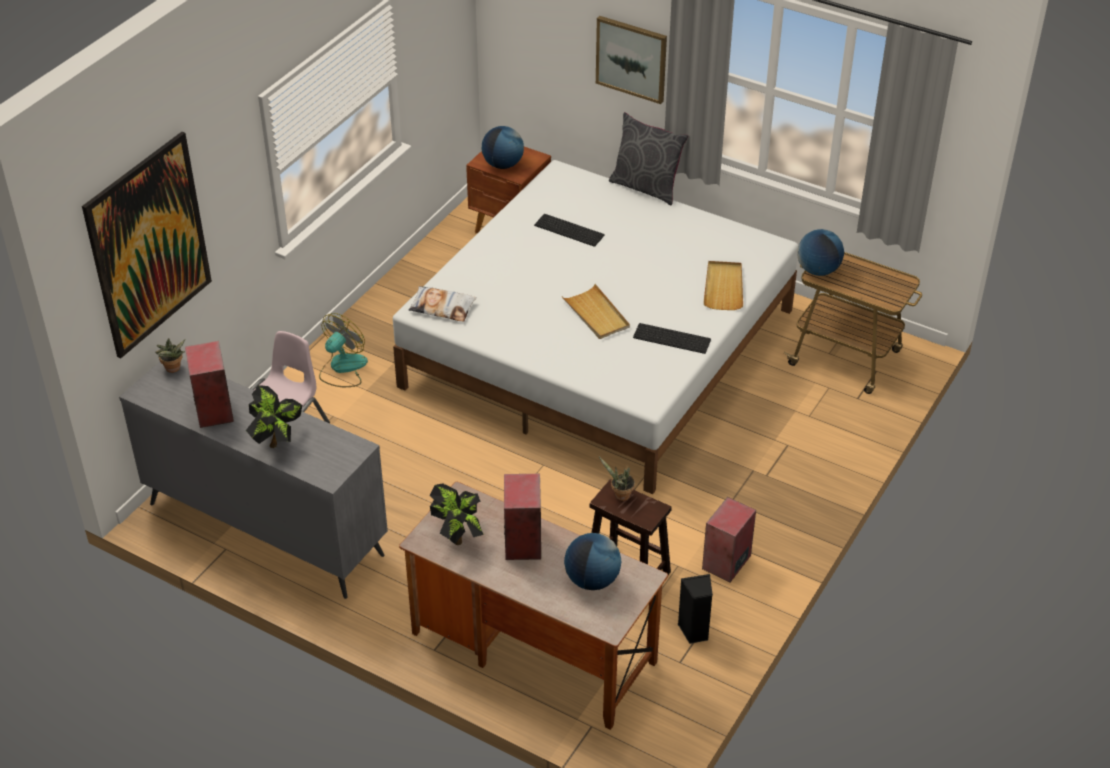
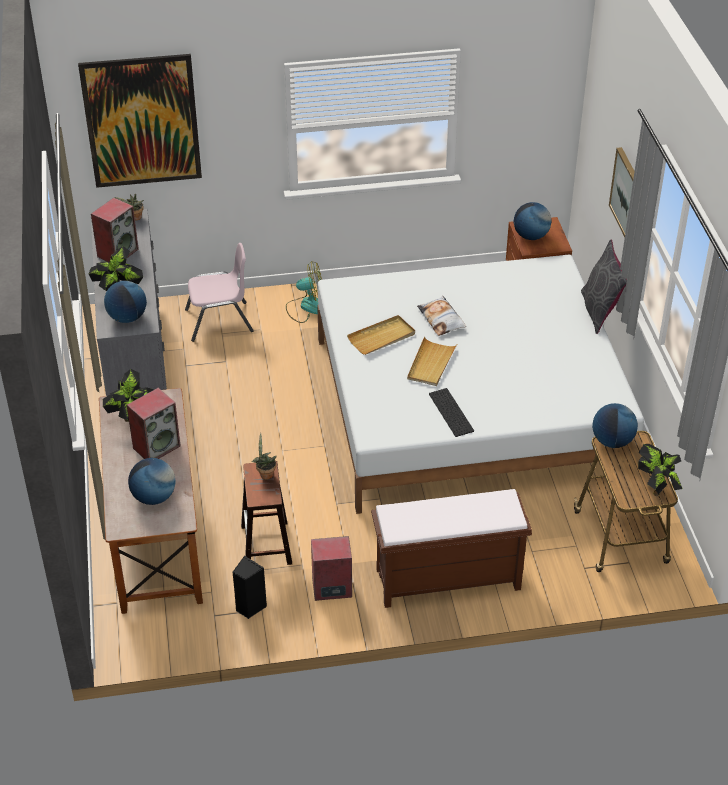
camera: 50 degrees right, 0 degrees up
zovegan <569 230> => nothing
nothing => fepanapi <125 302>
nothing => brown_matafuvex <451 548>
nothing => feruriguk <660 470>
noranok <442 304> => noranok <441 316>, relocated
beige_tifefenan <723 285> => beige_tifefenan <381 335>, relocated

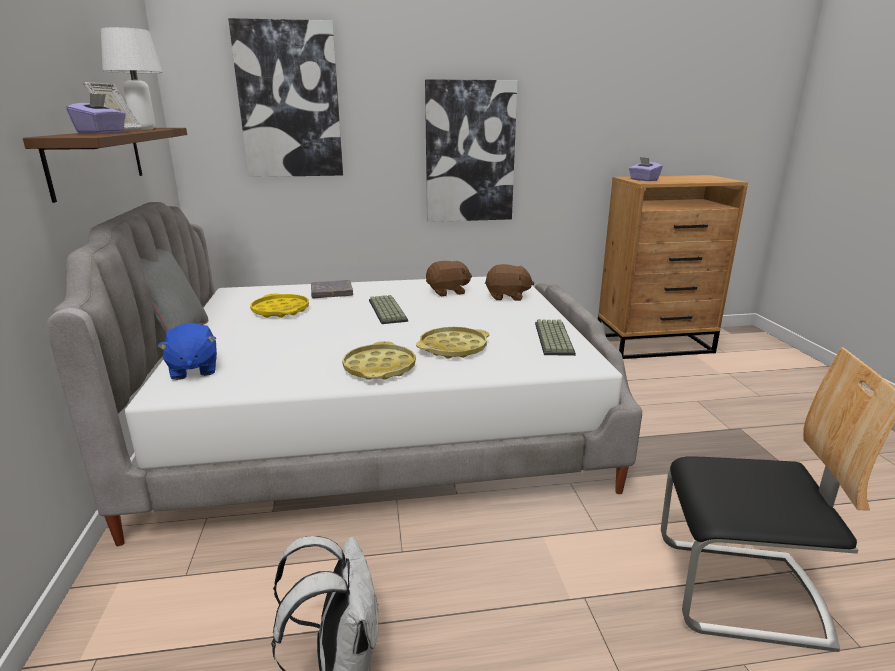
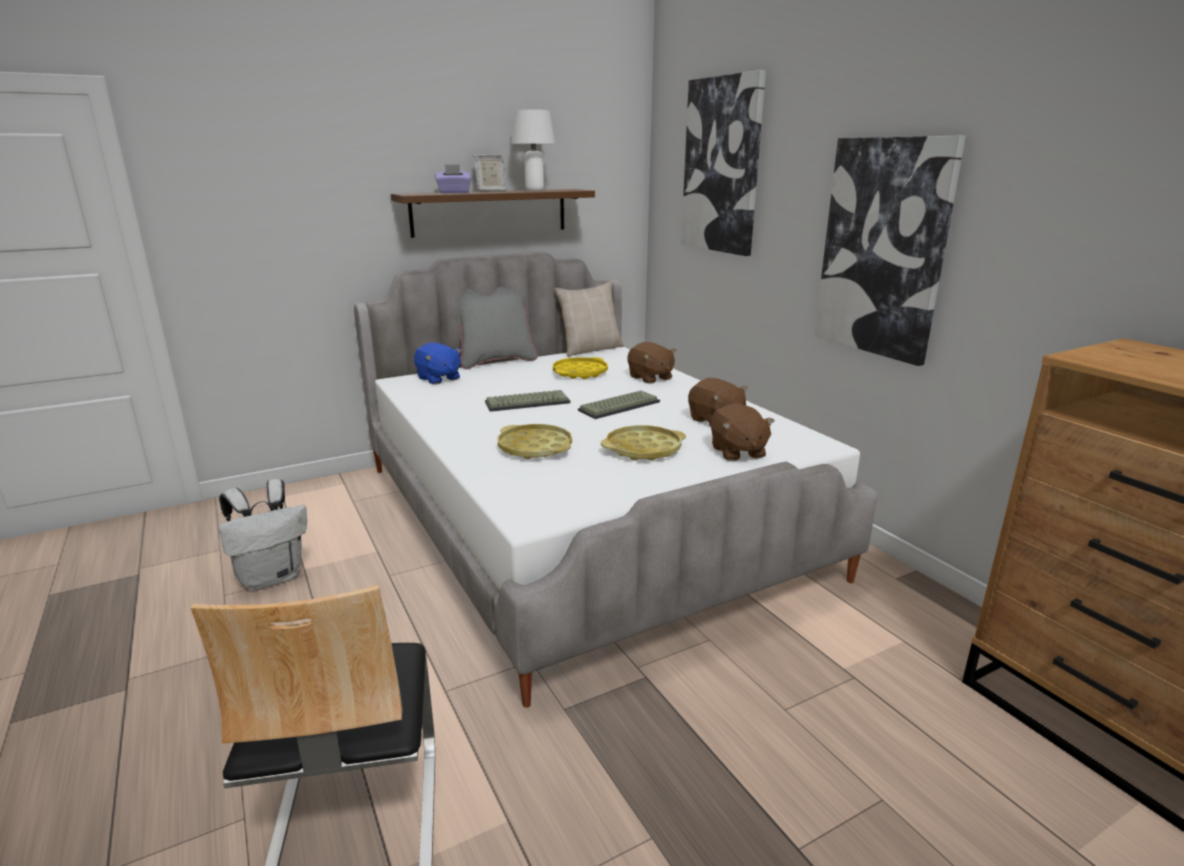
camera: 70 degrees right, 0 degrees up
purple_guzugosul <646 169> => nothing
nothing => beige_noranok <589 319>
yellow_tifefenan <379 360> => yellow_tifefenan <643 443>, relocated
zovegan <555 338> => zovegan <528 401>, relocated
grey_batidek <332 289> => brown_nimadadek <651 363>
blue_nimadadek <187 351> => blue_nimadadek <438 363>, 90 degrees counterclockwise

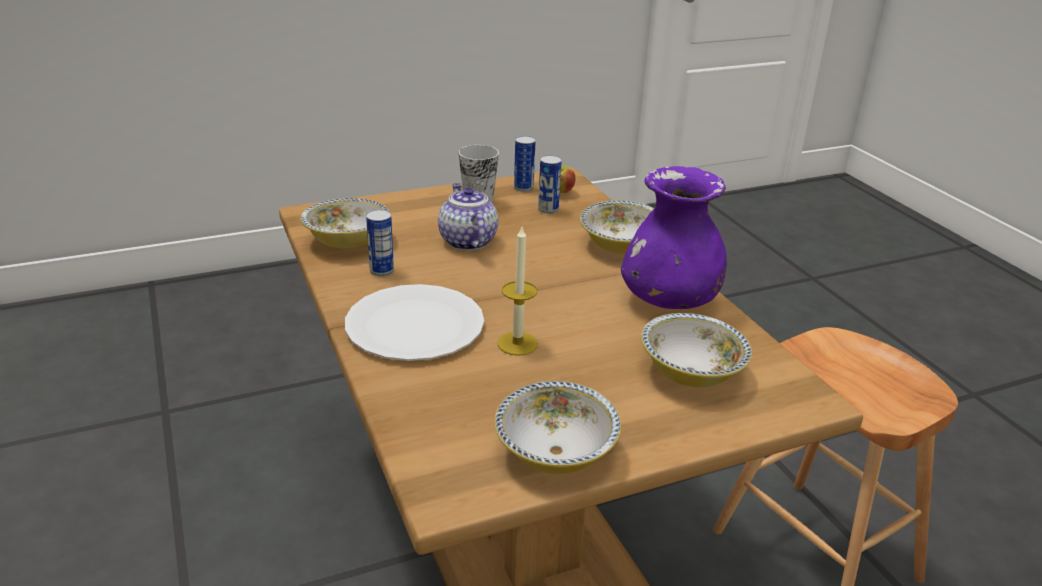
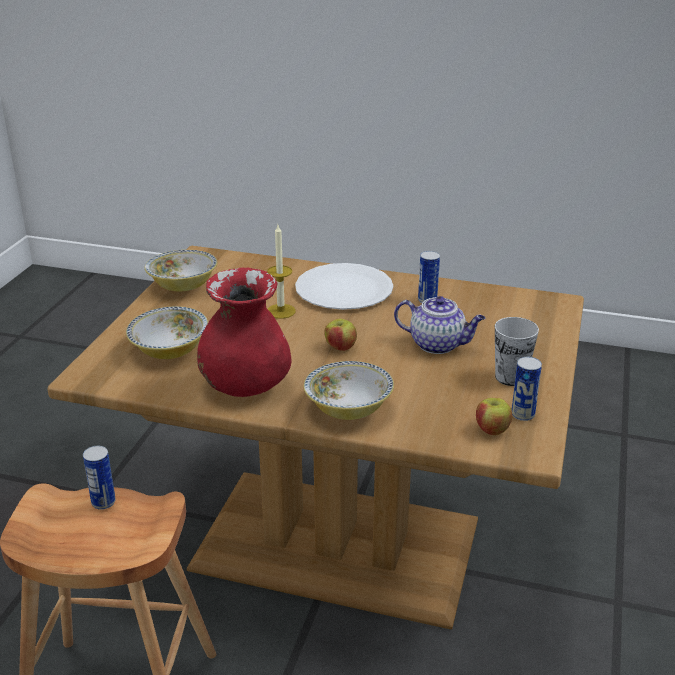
camera: 130 degrees right, 0 degrees up
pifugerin <345 223> => nothing
nothing => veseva <340 335>
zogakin <550 184> => zogakin <99 478>, relocated
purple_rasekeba <674 237> => red_rasekeba <244 332>

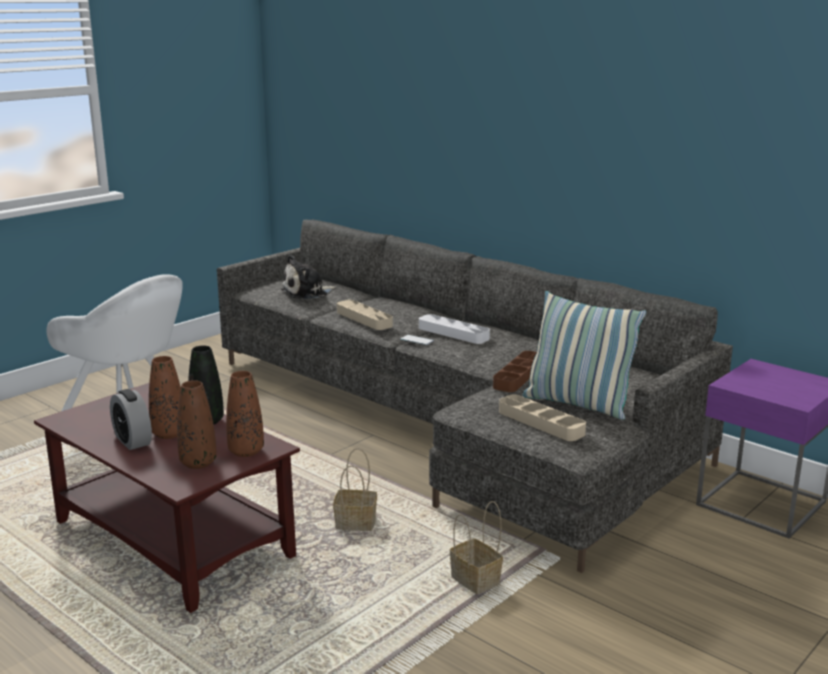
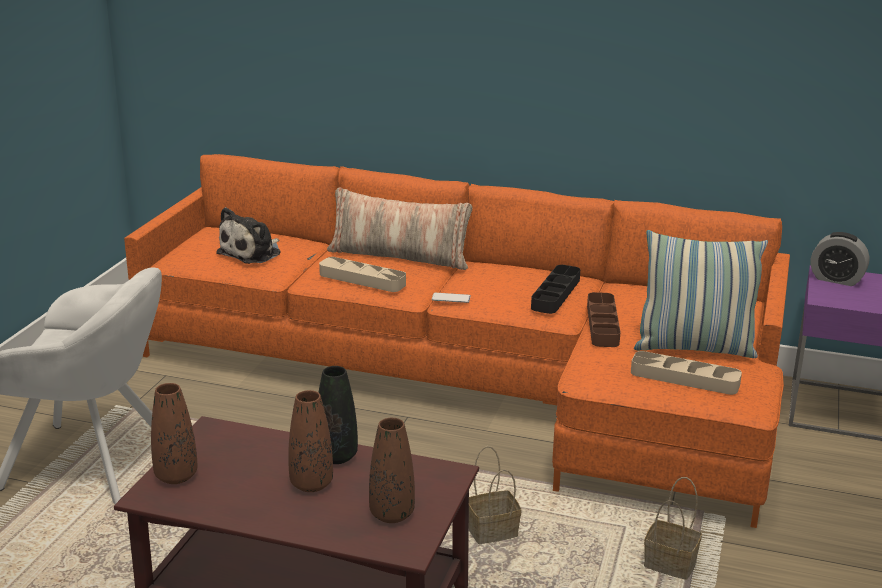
camera: 25 degrees left, 5 degrees up
white_tifefenan <454 329> => nothing
nothing => noranok <399 228>
nothing => black_tifefenan <555 289>
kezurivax <131 419> => kezurivax <840 259>, relocated
brown_rasekeba <245 414> => brown_rasekeba <174 433>, relocated
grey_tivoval <475 396> => orange_tivoval <457 341>

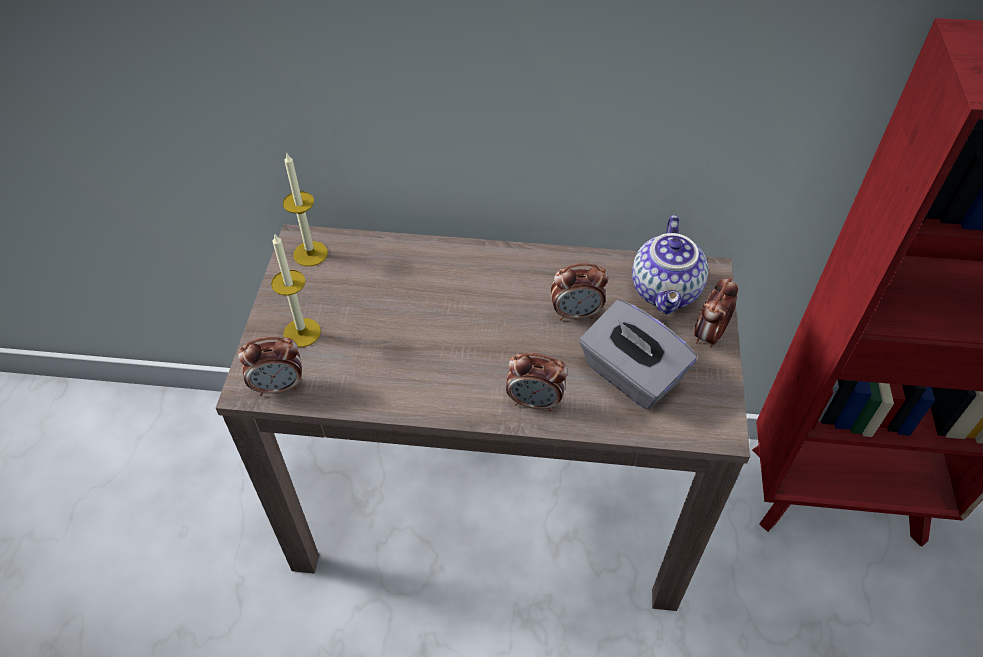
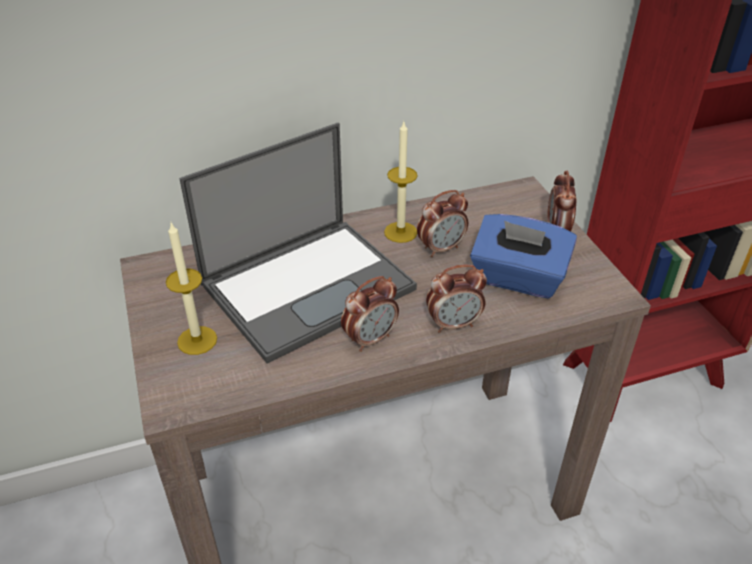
camera: 25 degrees left, 10 degrees down
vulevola <670 264> => nothing
nothing => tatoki <298 243>
kezurivax <270 366> => kezurivax <370 314>, relocated
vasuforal <305 209> => vasuforal <400 182>, relocated
grey_guzugosul <638 354> => blue_guzugosul <523 256>

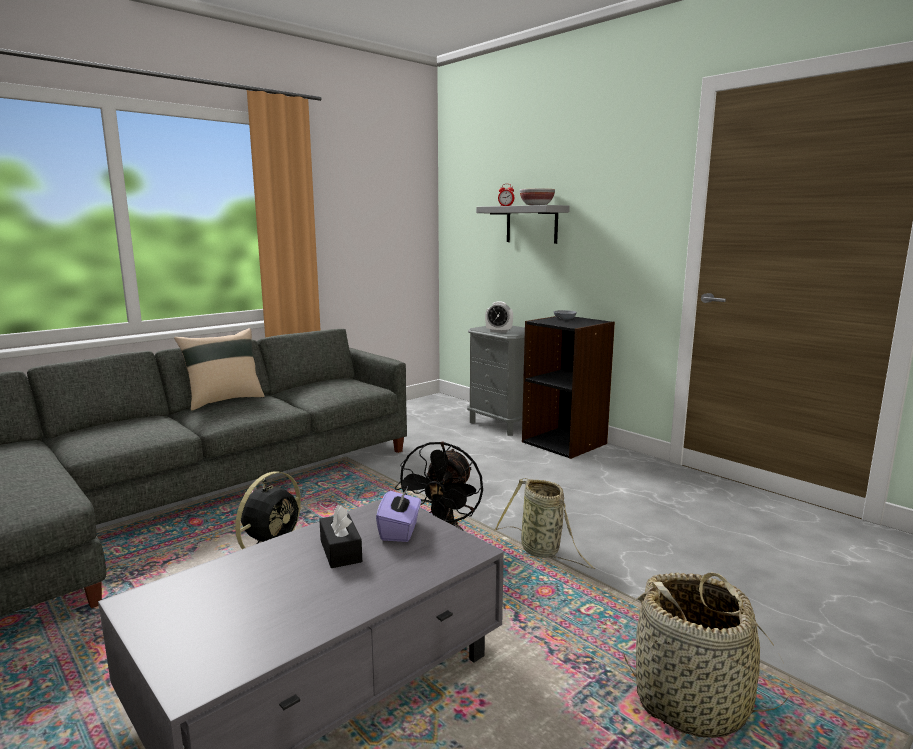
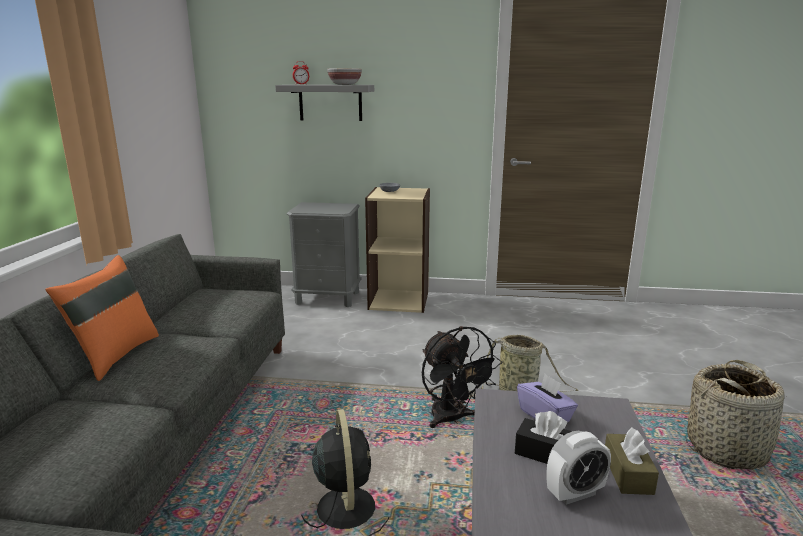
camera: 40 degrees left, 5 degrees up
nothing => brown_guzugosul <632 461>
kezurivax <499 317> => kezurivax <579 468>, relocated
beige_noranok <219 369> => orange_noranok <102 318>
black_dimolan <568 387> => beige_dimolan <397 250>

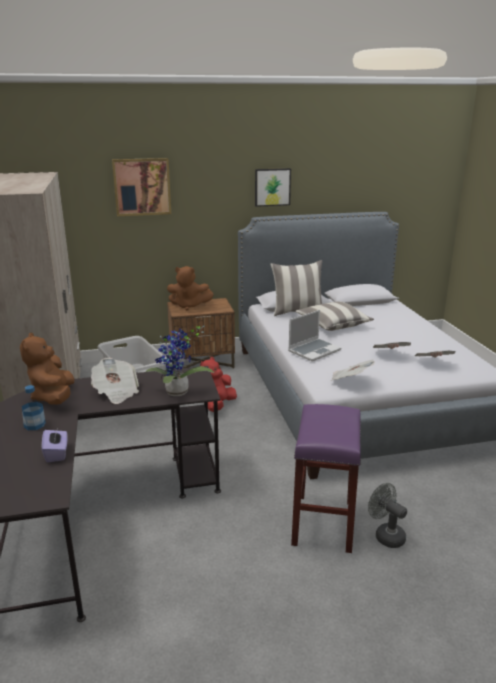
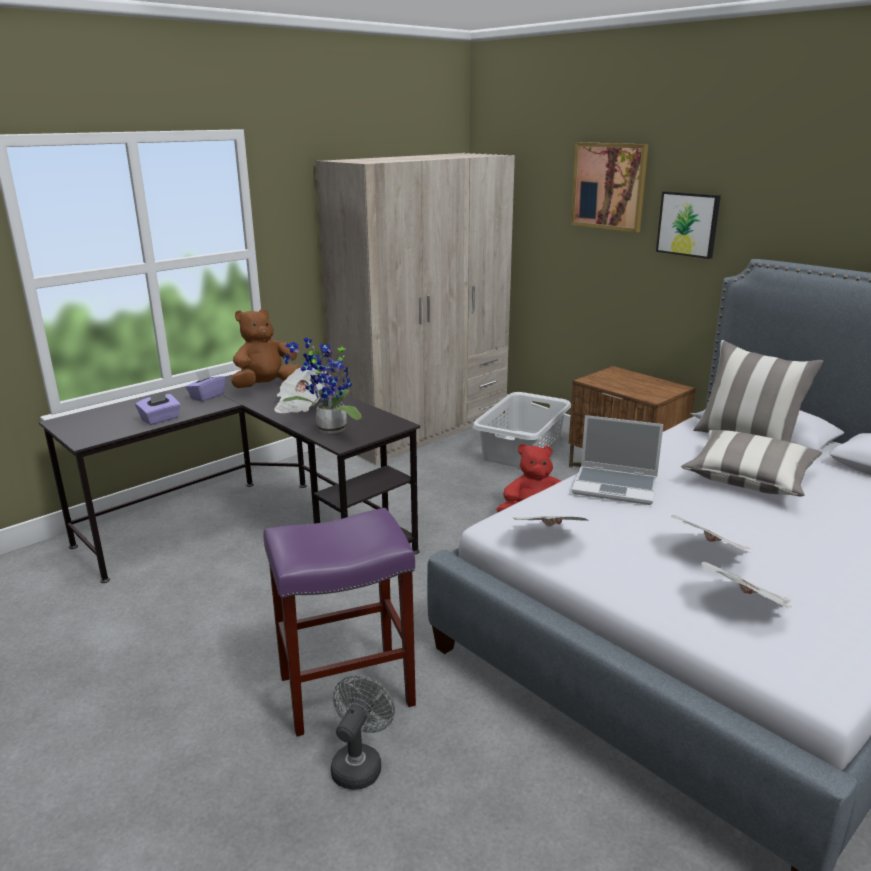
camera: 60 degrees right, 0 degrees up
brown_nimadadek <190 288> => nothing
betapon <273 187> => betapon <688 225>, relocated
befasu <34 407> => purple_guzugosul <206 385>

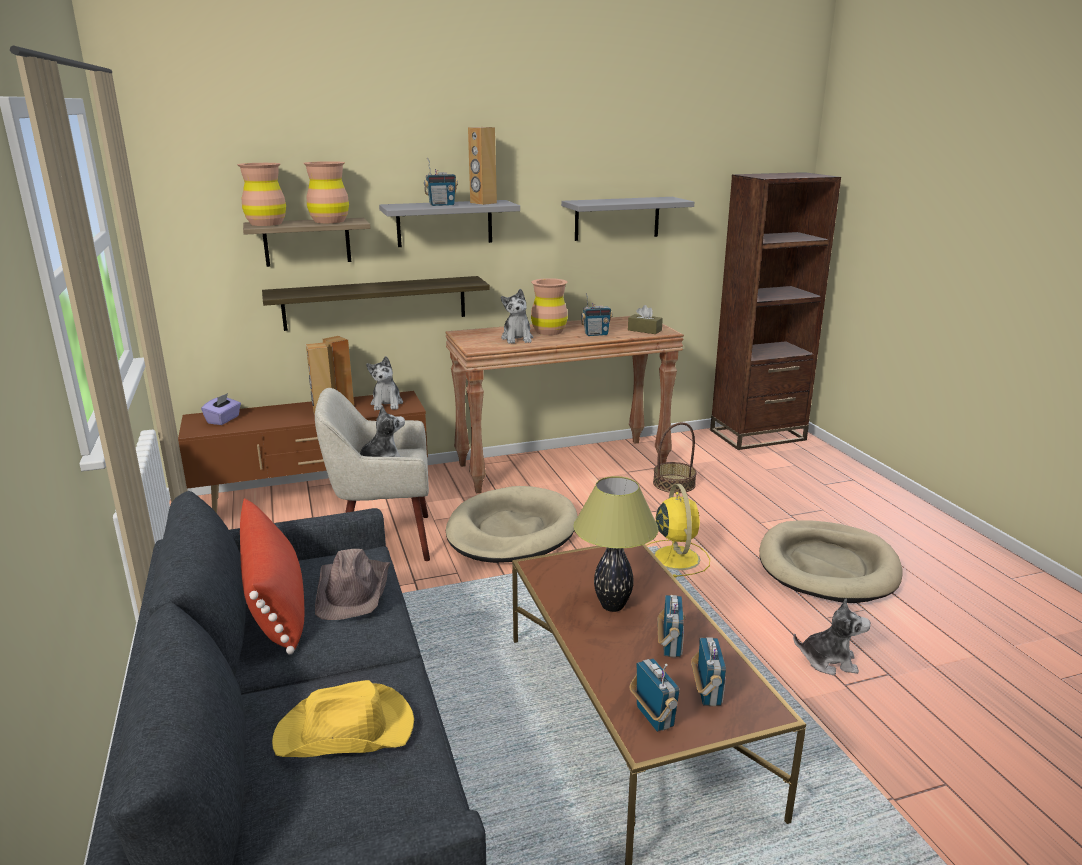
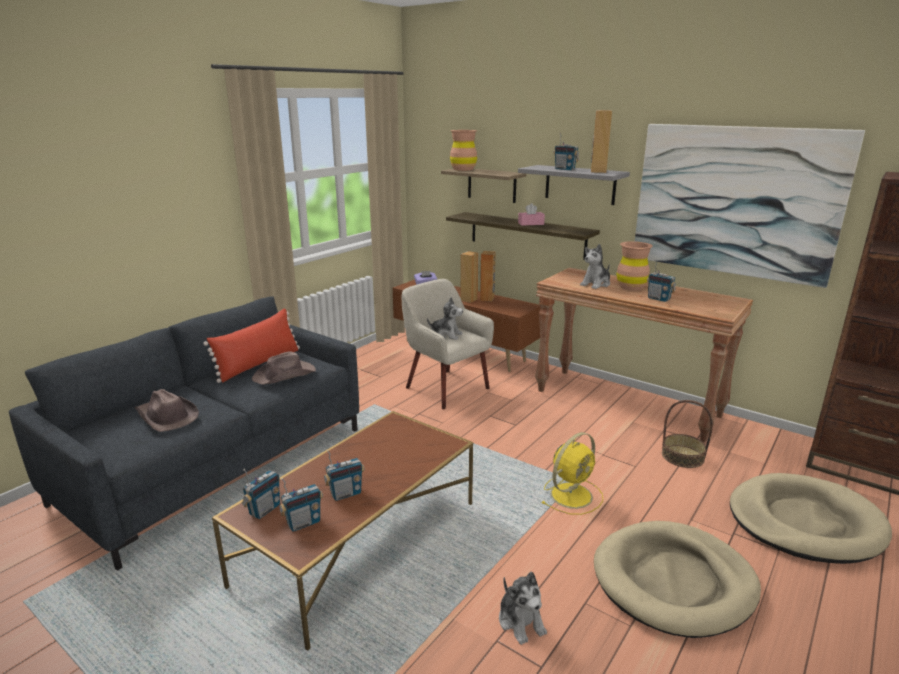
camera: 55 degrees right, 0 degrees up
brown_rasekeba <326 192> => nothing
nimadadek <384 383> => nothing
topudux <615 544> => nothing
brown_guzugosul <645 319> => nothing
nothing => pink_guzugosul <531 214>
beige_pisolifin <512 524> => beige_pisolifin <811 518>, relocated
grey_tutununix <627 219> => betapon <750 206>
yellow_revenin <343 718> => brown_revenin <167 410>

